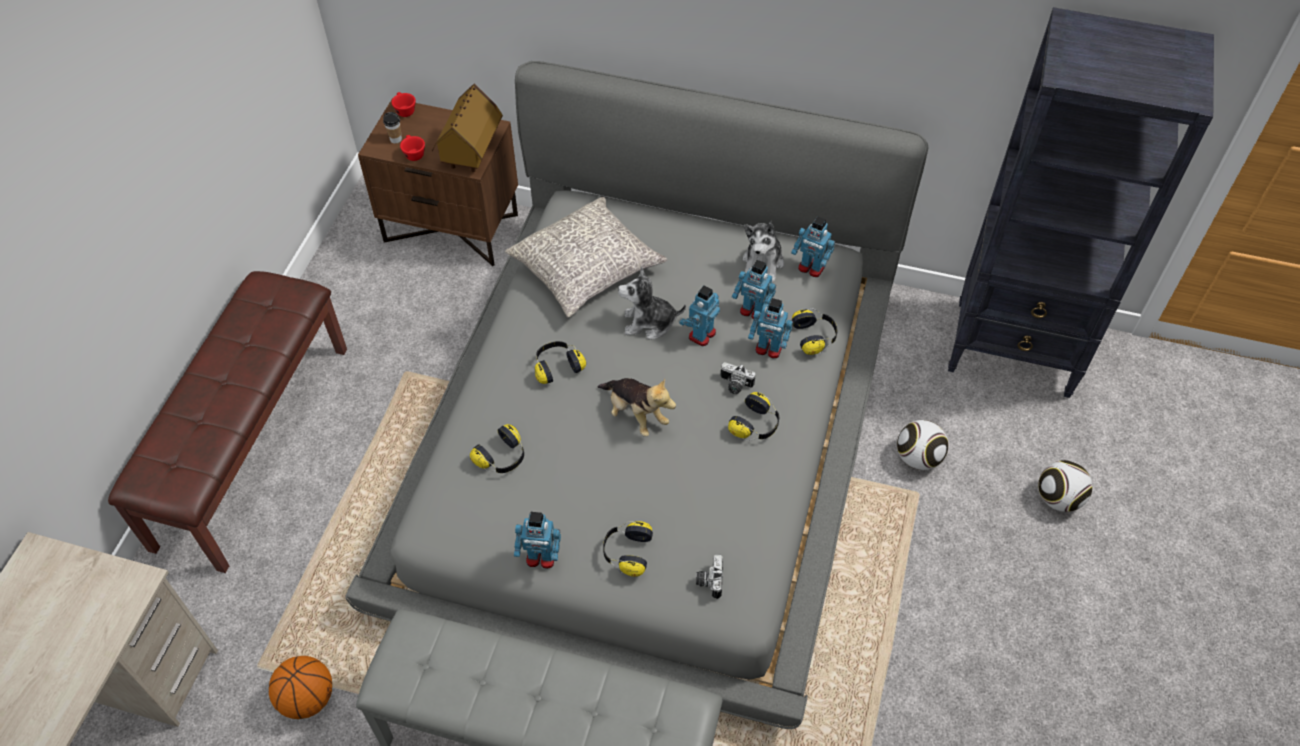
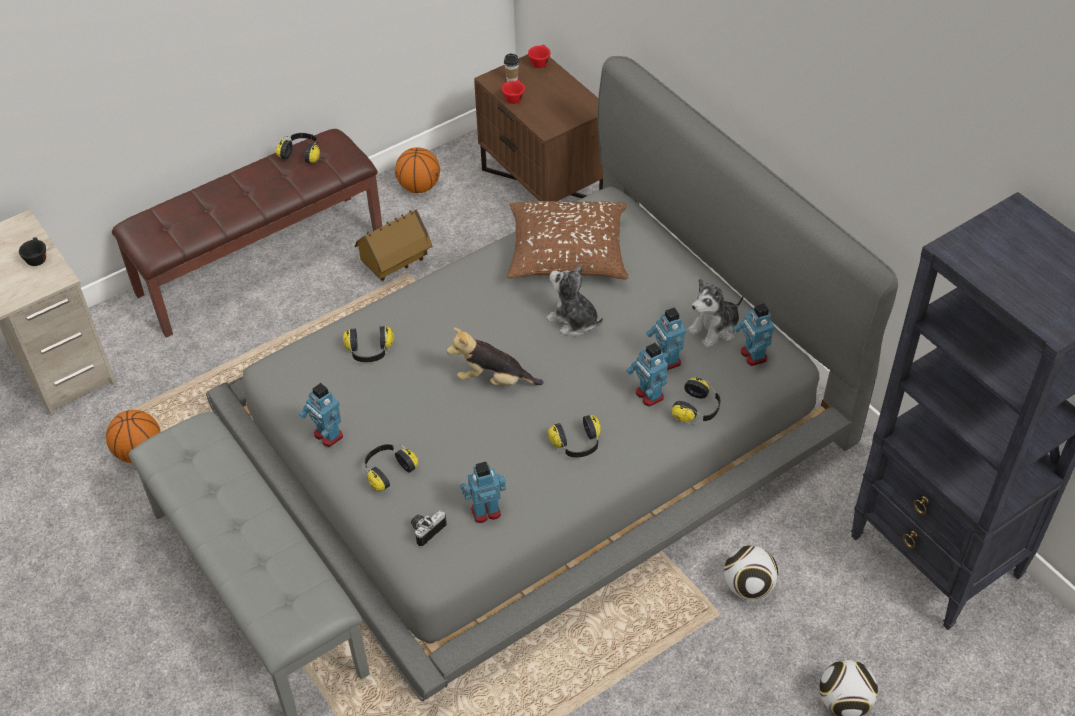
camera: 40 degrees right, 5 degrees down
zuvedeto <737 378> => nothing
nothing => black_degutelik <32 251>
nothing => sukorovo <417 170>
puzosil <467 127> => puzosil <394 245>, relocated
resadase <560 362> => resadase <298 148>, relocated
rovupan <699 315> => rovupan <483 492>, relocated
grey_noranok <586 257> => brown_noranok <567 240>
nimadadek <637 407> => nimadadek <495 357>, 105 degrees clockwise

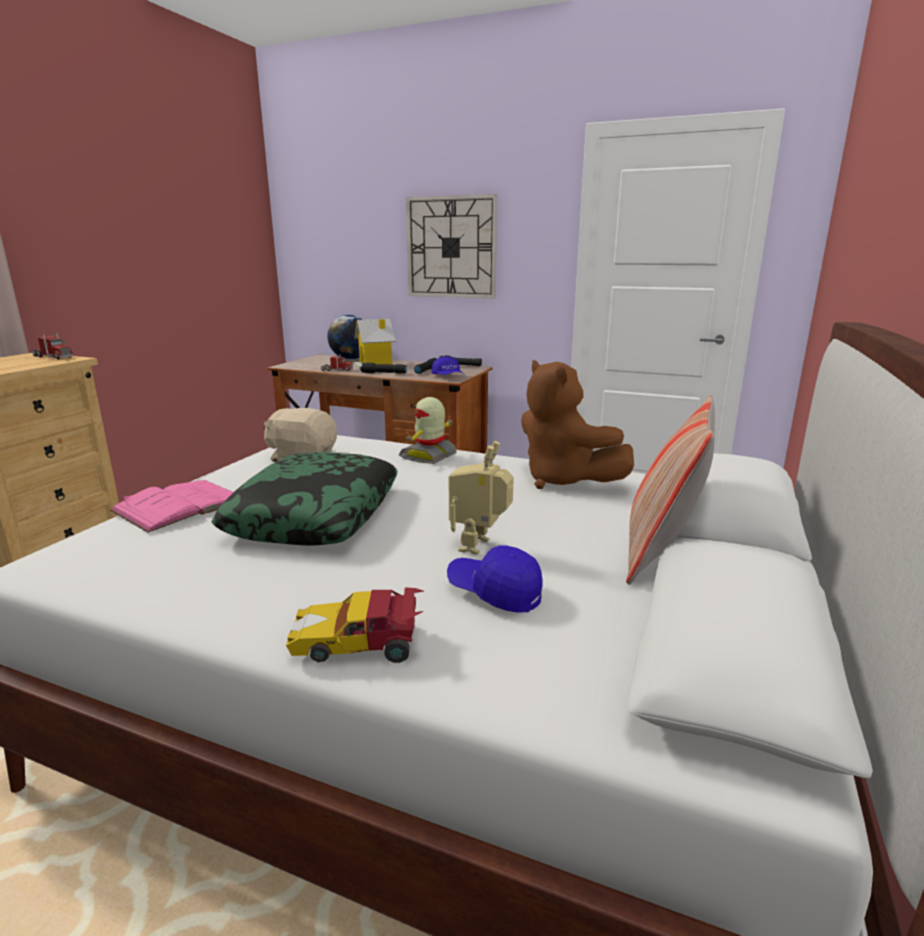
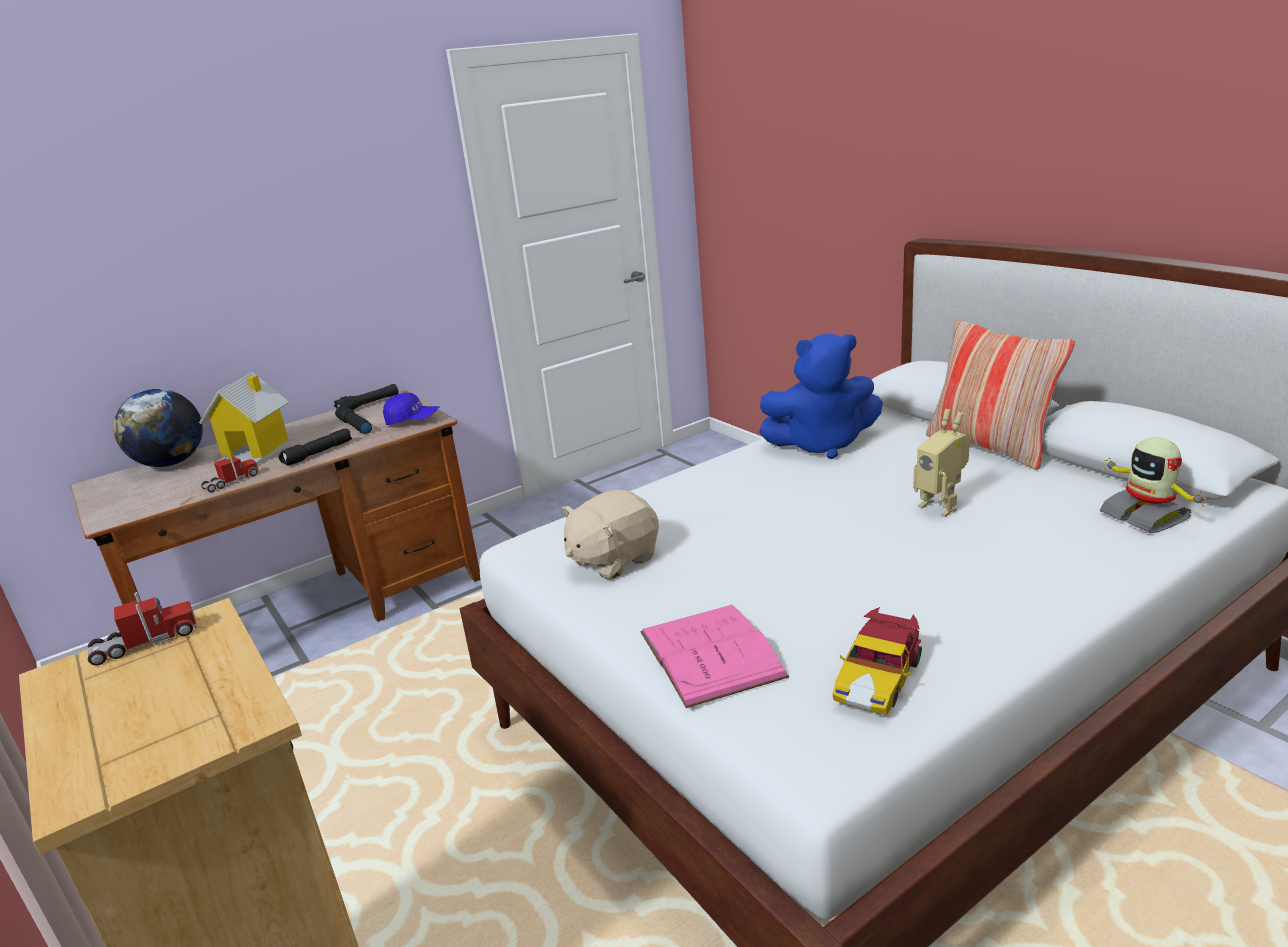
camera: 55 degrees left, 5 degrees up
noranok <304 499> => nothing
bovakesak <451 246> => nothing
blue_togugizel <494 579> => nothing
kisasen <354 625> => kisasen <877 661>, relocated
rovupan <428 430> => rovupan <1154 485>, relocated
brown_nimadadek <577 424> => blue_nimadadek <821 396>

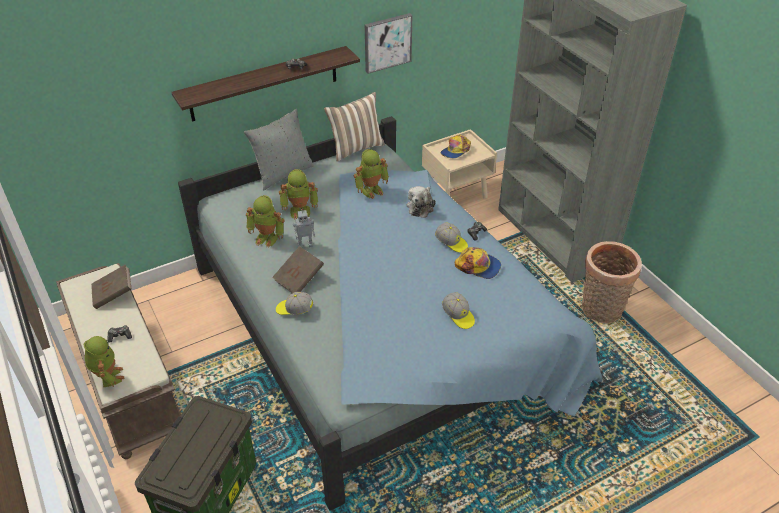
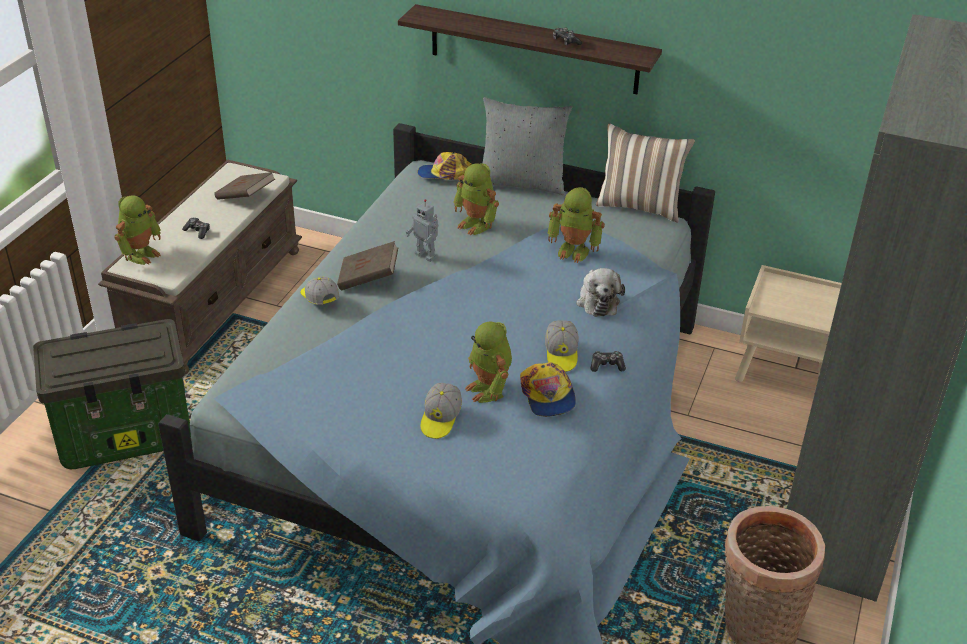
camera: 50 degrees right, 5 degrees down
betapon <388 43> => nothing
rovupan <265 221> => rovupan <488 362>, relocated
togugizel <455 146> => togugizel <444 166>, relocated
nimadadek <421 202> => nimadadek <600 292>, 75 degrees counterclockwise

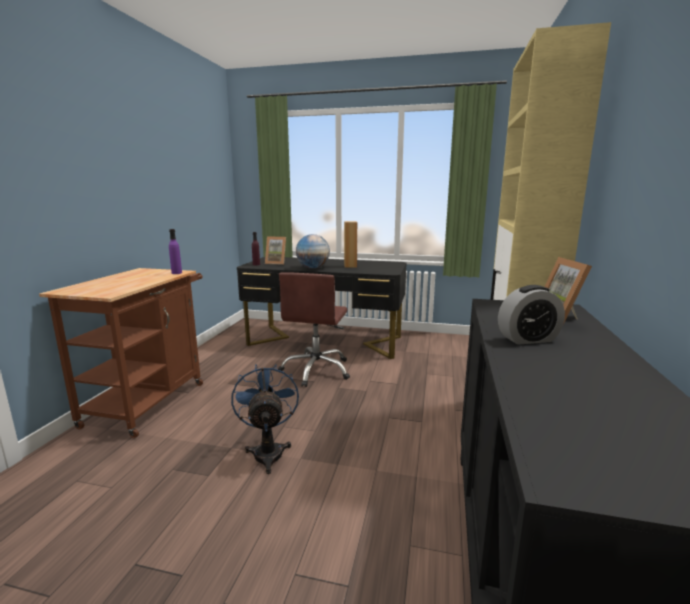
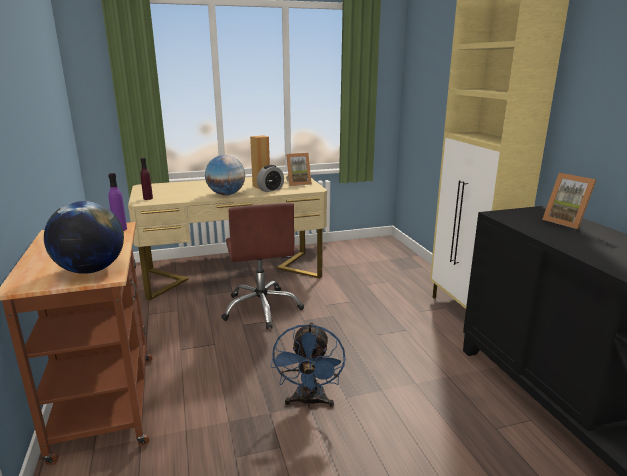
camera: 30 degrees left, 5 degrees up
nothing => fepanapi <84 237>
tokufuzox <275 250> => tokufuzox <299 169>, relocated
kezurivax <531 315> => kezurivax <270 178>, relocated
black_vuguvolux <322 308> => beige_vuguvolux <227 237>
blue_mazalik <265 419> => blue_mazalik <308 365>, 135 degrees counterclockwise

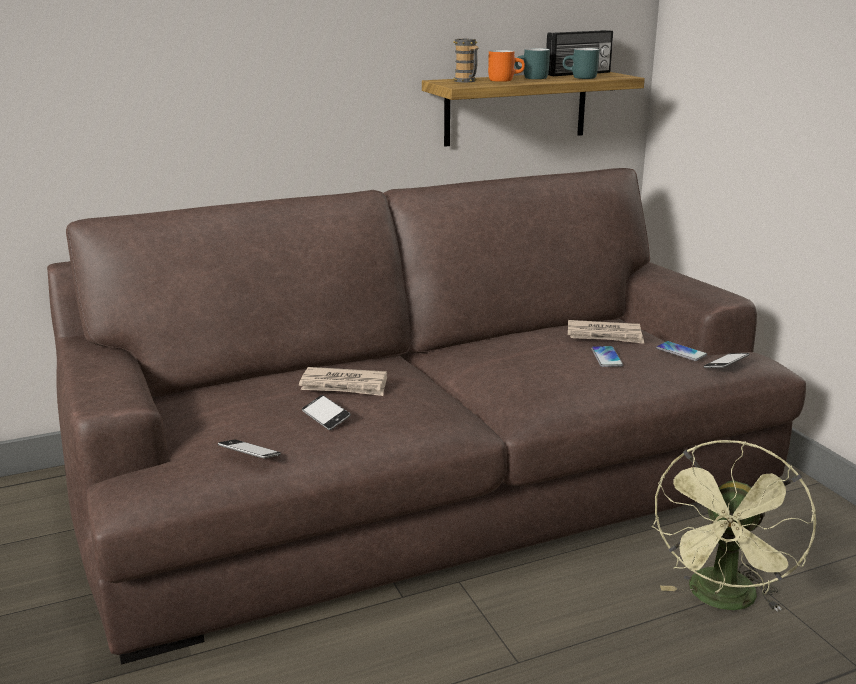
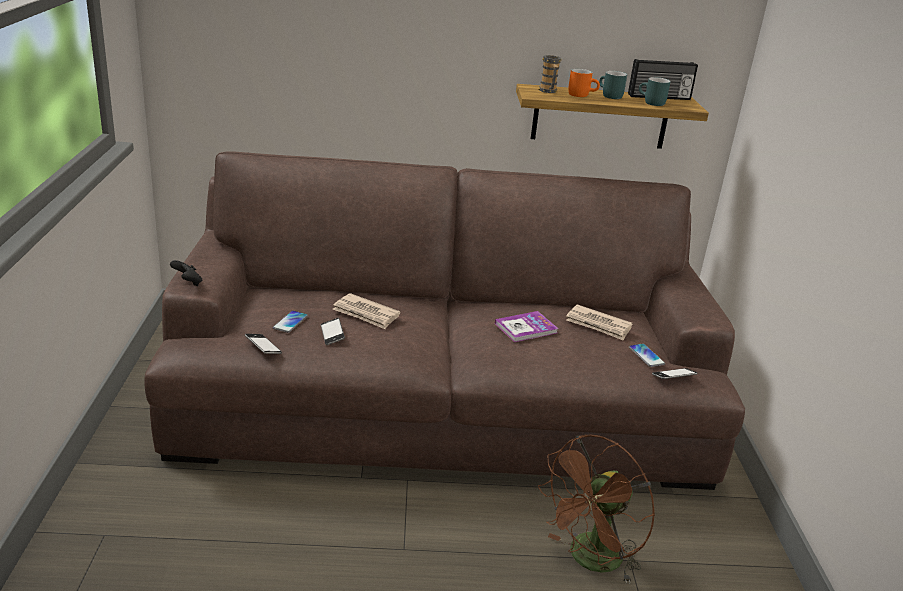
camera: 20 degrees right, 5 degrees up
nothing => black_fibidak <186 273>
nothing => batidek <527 326>
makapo <607 356> => makapo <290 322>, relocated
green_mazalik <734 526> => brown_mazalik <596 509>

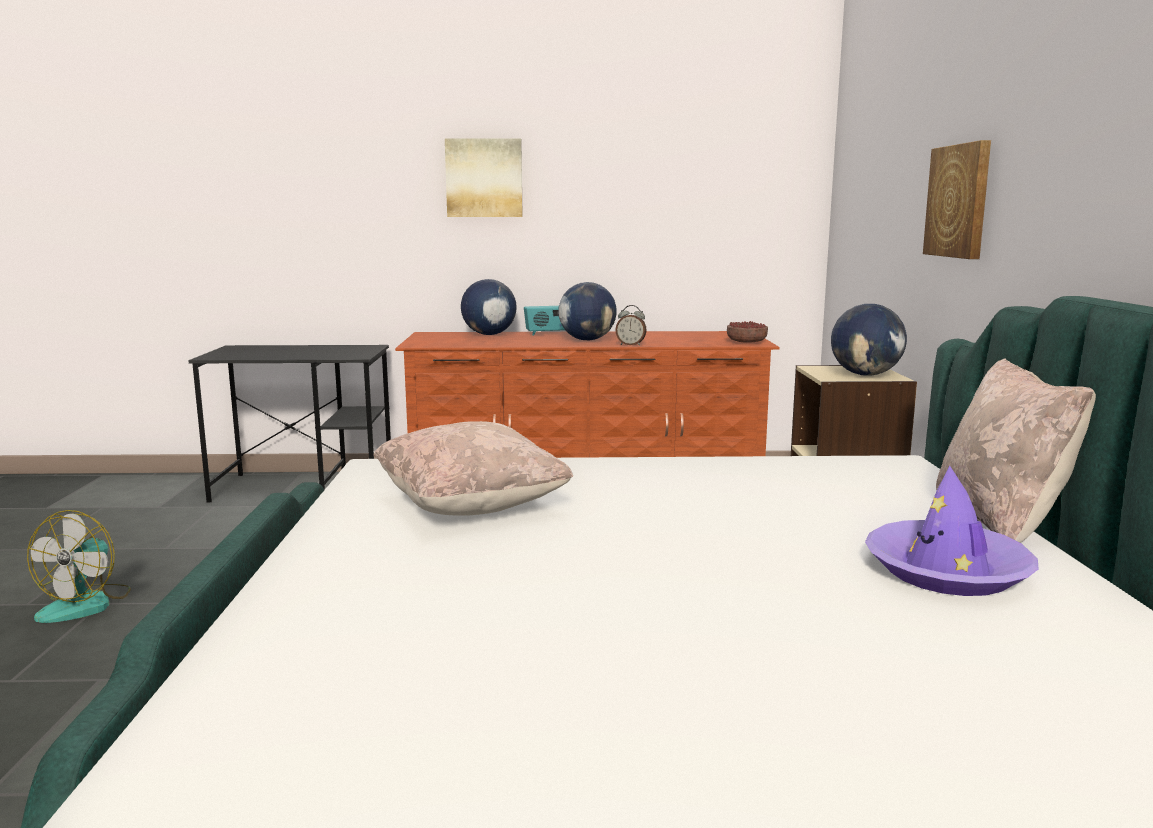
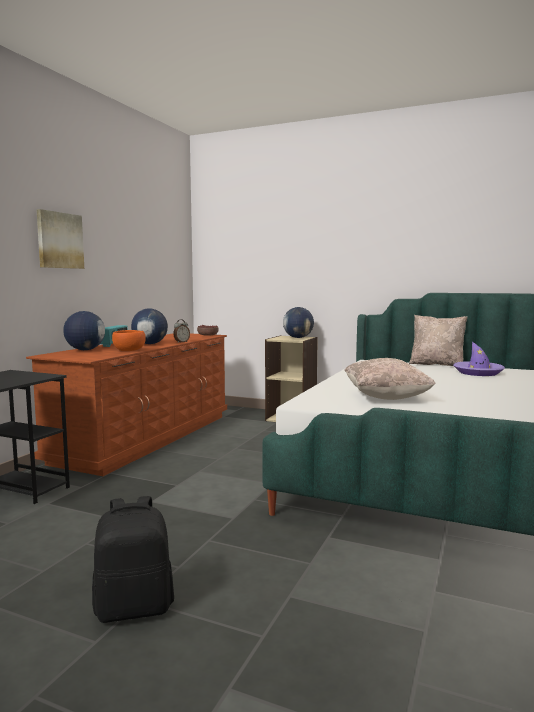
camera: 65 degrees left, 5 degrees down
betapon <957 199> => nothing
nothing => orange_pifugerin <129 340>
mazalik <79 566> => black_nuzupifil <133 559>

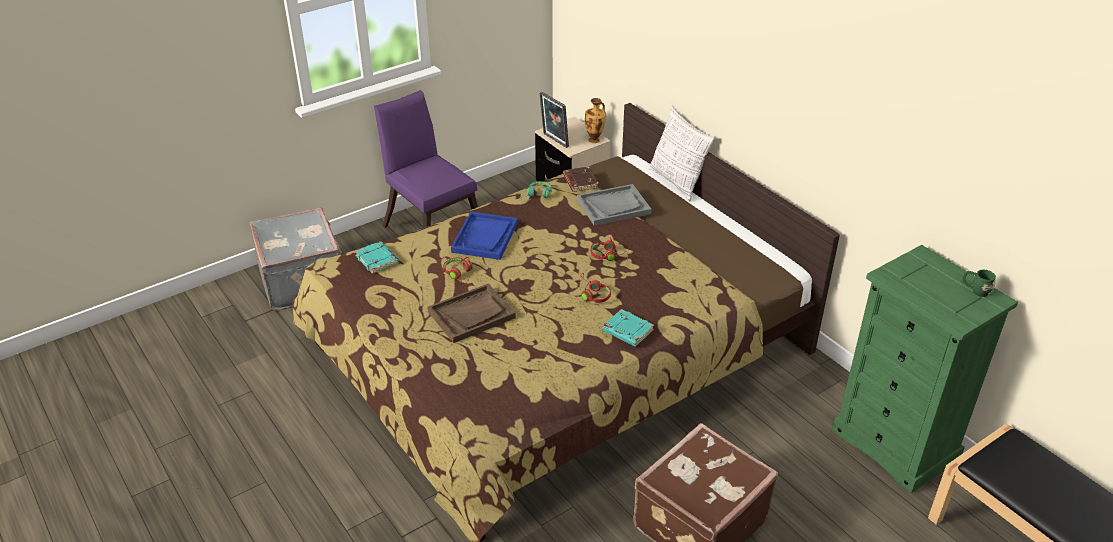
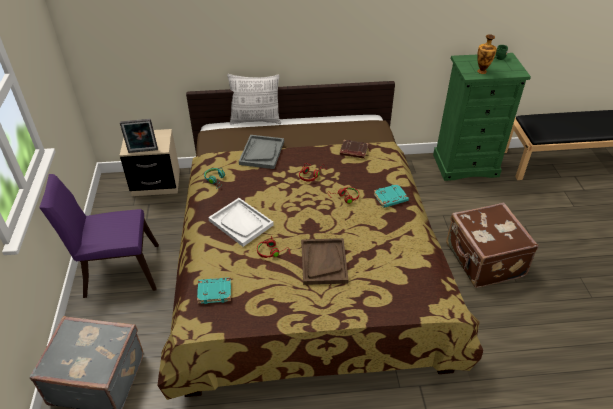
camera: 60 degrees left, 5 degrees up
brown_batidek <581 179> => brown_batidek <354 149>, relocated
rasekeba <595 120> => rasekeba <487 54>, relocated
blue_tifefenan <484 236> => white_tifefenan <241 222>

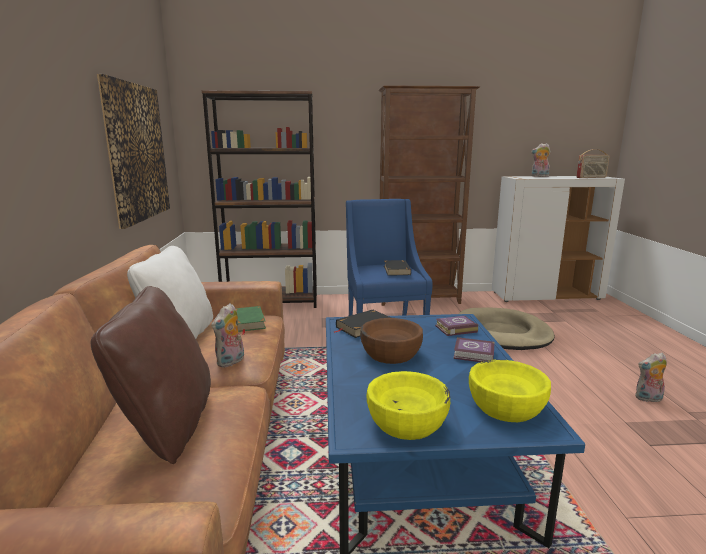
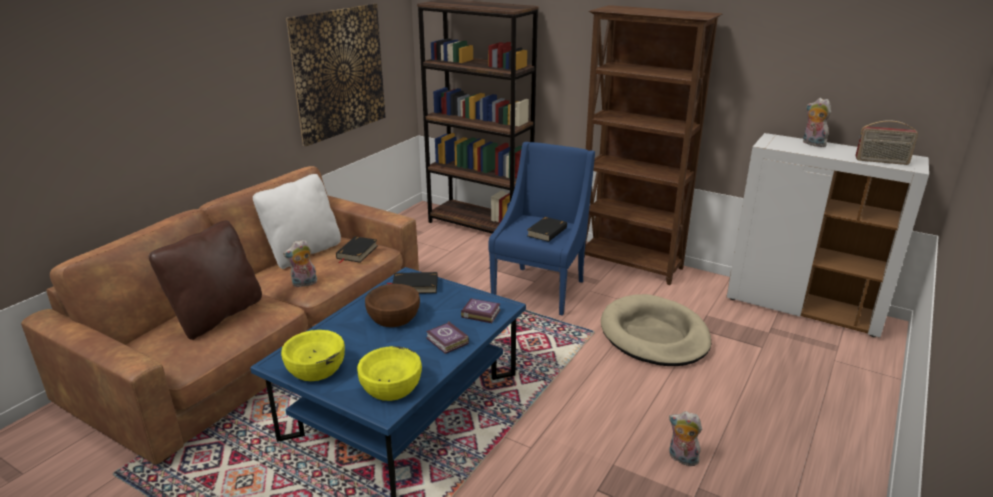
camera: 35 degrees right, 10 degrees up
green_batidek <250 320> => black_batidek <356 249>

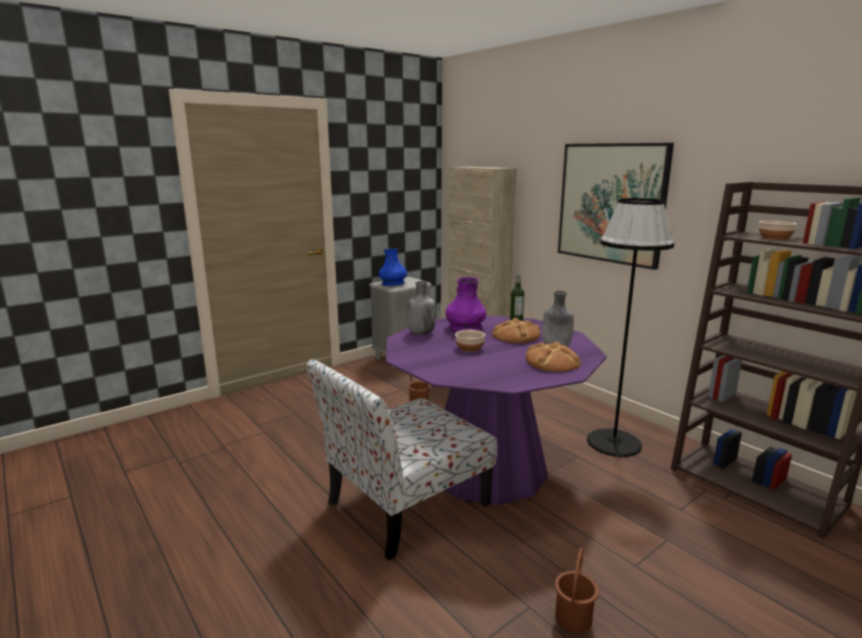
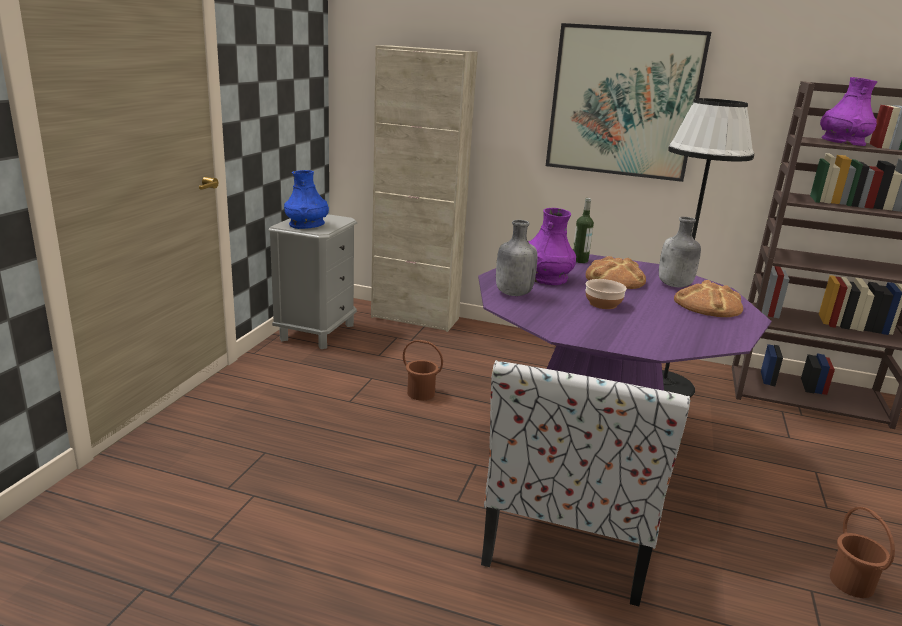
camera: 35 degrees left, 5 degrees up
pifugerin <778 230> => purple_rasekeba <849 111>

